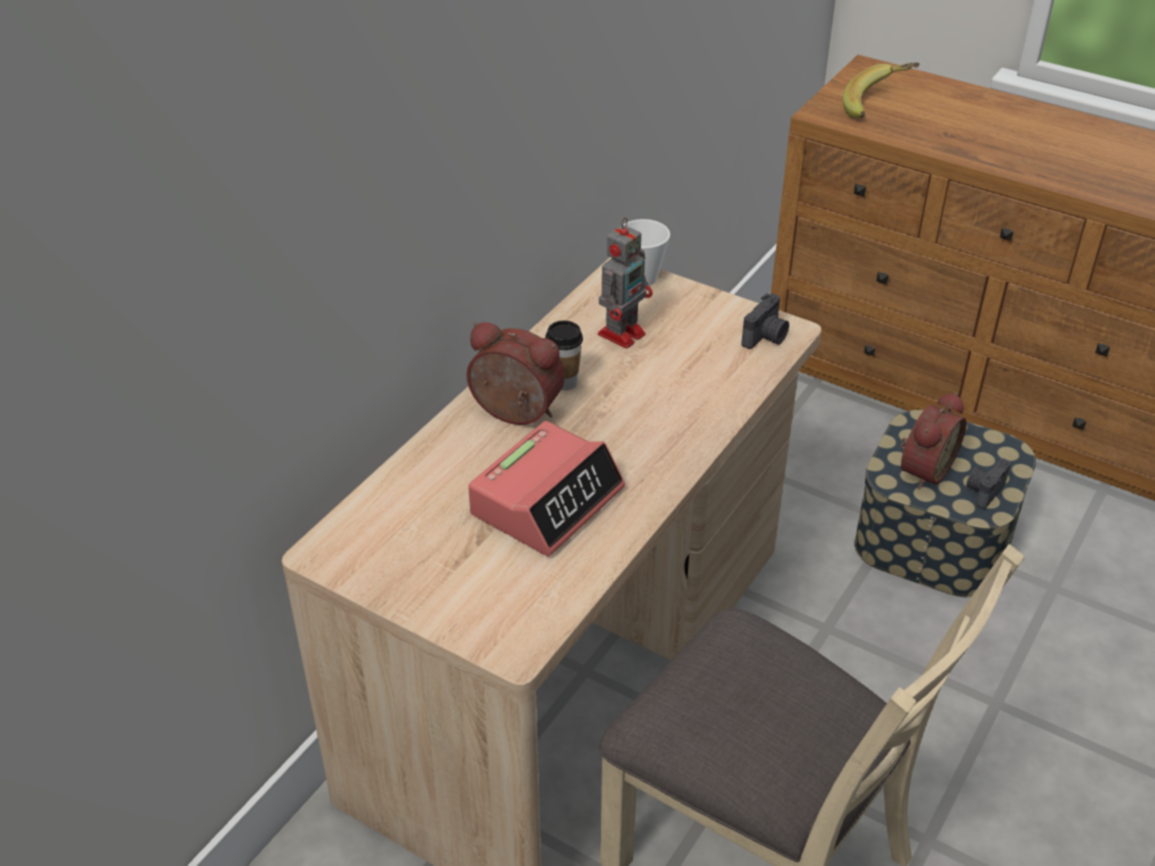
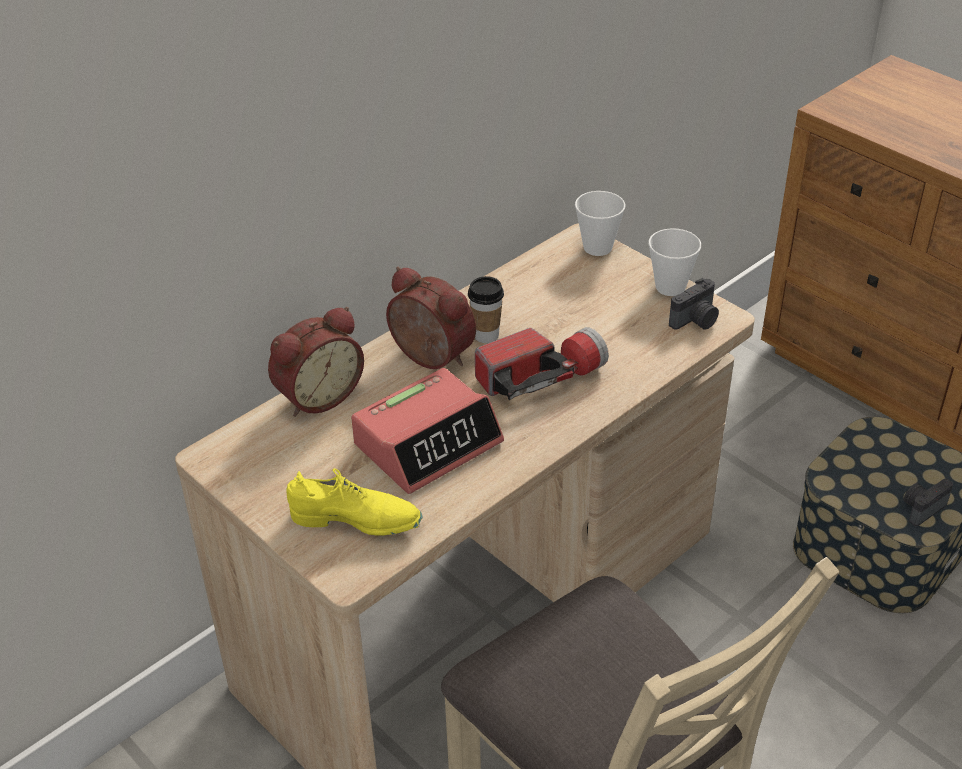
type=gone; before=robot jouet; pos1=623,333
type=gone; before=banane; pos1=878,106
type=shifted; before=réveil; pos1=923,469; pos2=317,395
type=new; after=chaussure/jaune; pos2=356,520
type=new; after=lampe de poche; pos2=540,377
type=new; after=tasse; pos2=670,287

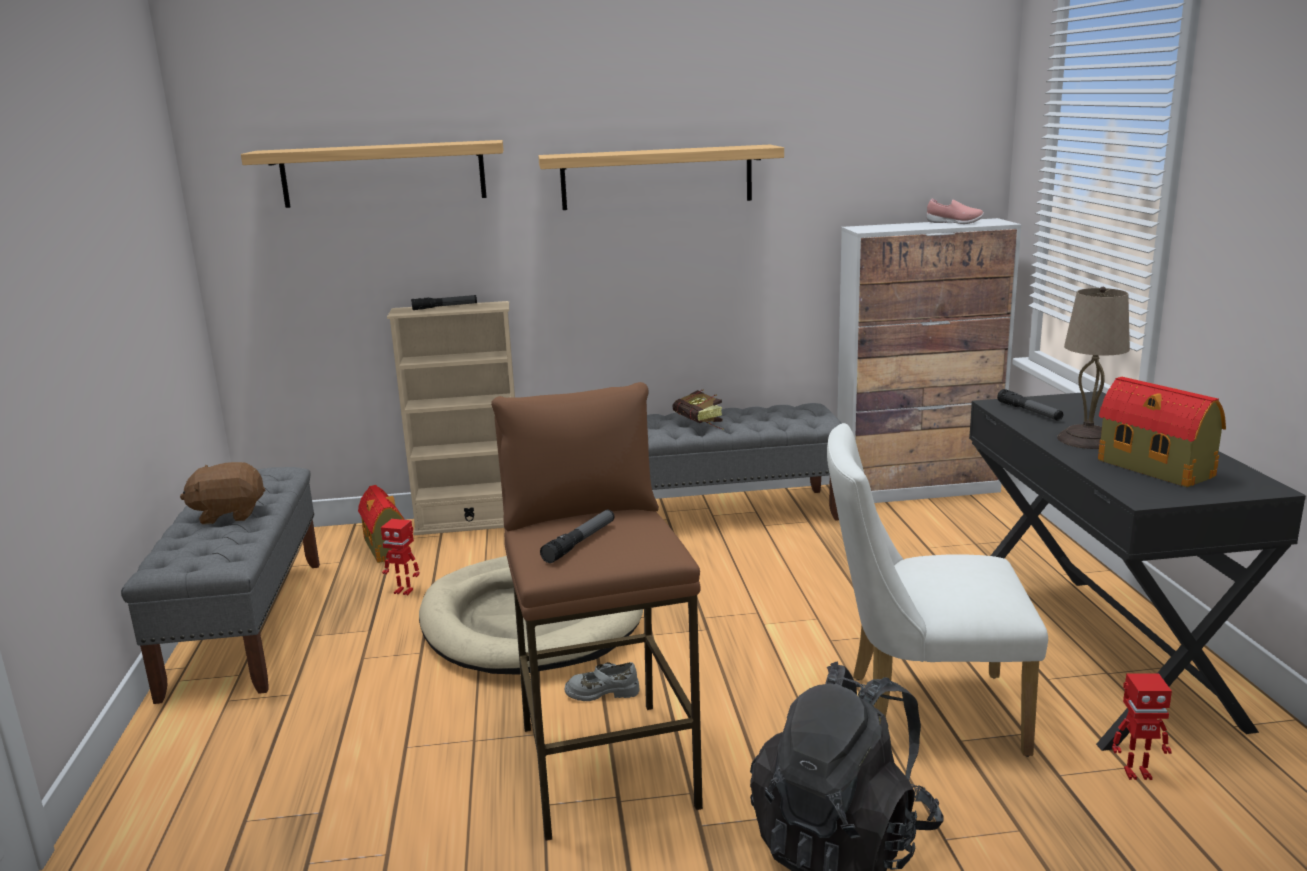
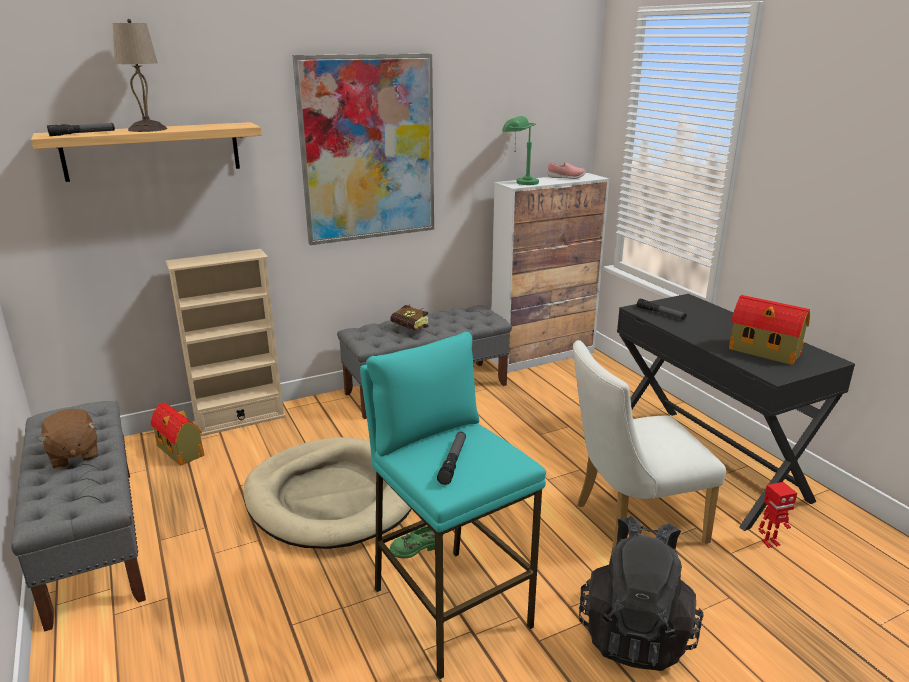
type=rotated; before=peluche/marron; pos1=229,514; pos2=73,455; turn=-90
type=gone; before=robot jouet; pos1=404,591
type=shifted; before=lampe de poche; pos1=445,307; pos2=83,134
type=repainted; before=tabouret/marron; after=tabouret/turquoise; pos1=606,765; pos2=450,607
type=swapped; before=étagère; after=tableau; pos1=656,177; pos2=368,149
type=repainted; before=chaussure/gris; after=chaussure/vert; pos1=602,691; pos2=416,547
type=shifted; before=lampe de table/beige; pos1=1087,439; pos2=148,129
type=new; after=lampe de table/vert; pos2=519,182

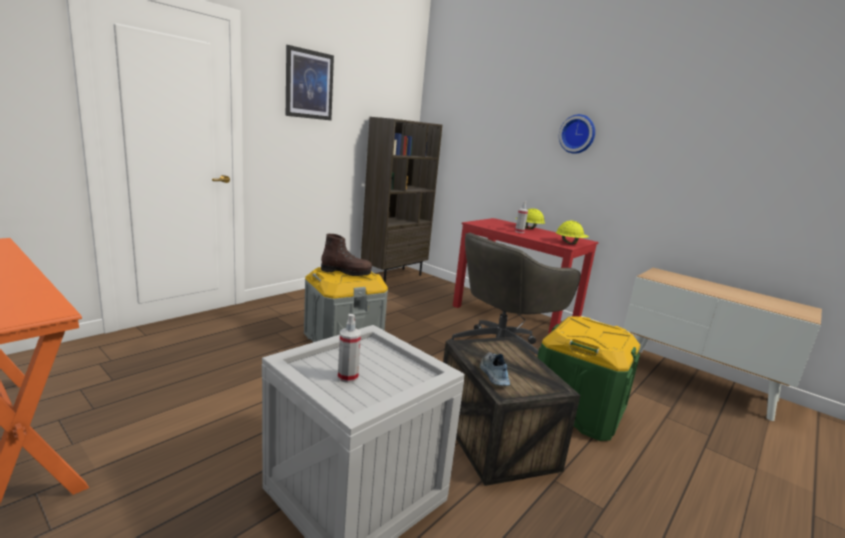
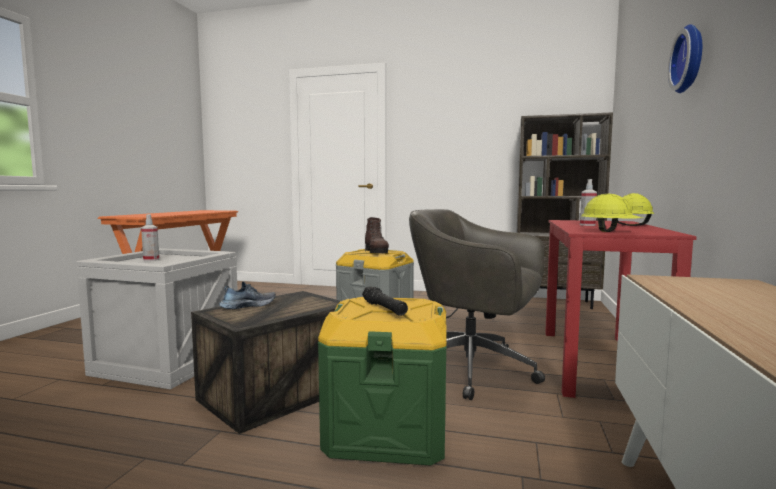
type=gone; before=tableau; pos1=309,84
type=new; after=lampe de poche/noir; pos2=384,308

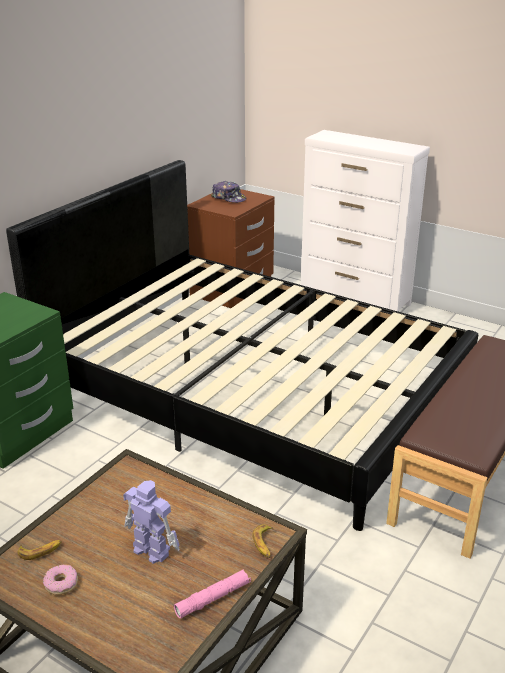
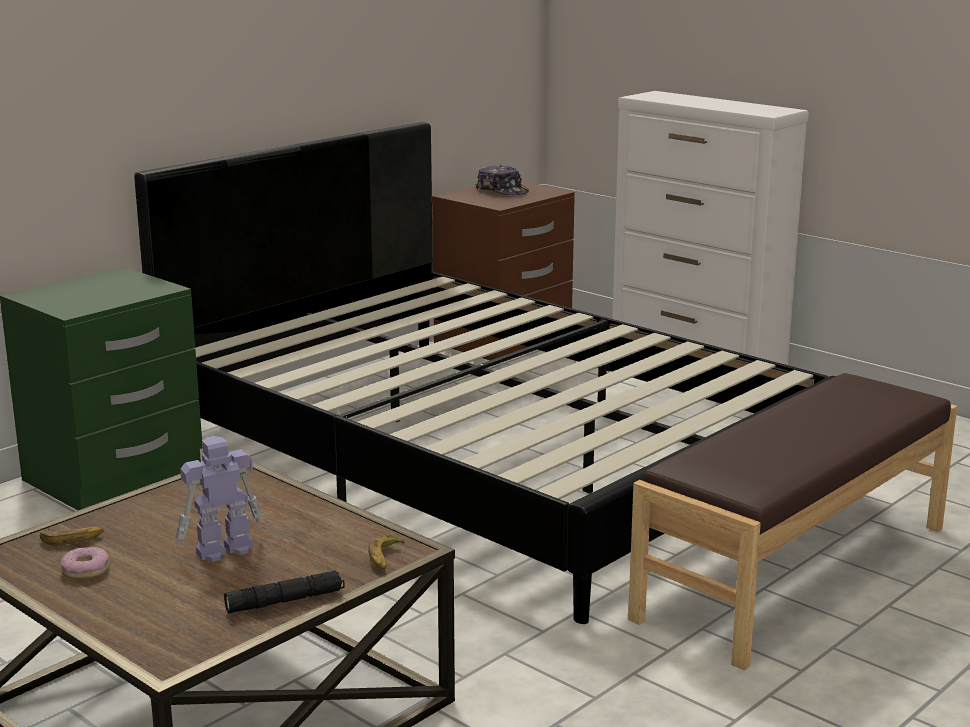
type=rotated; before=robot jouet; pos1=150,549; pos2=222,550; turn=-75
type=repainted; before=lampe de poche/rose; after=lampe de poche/noir; pos1=213,598; pos2=285,601

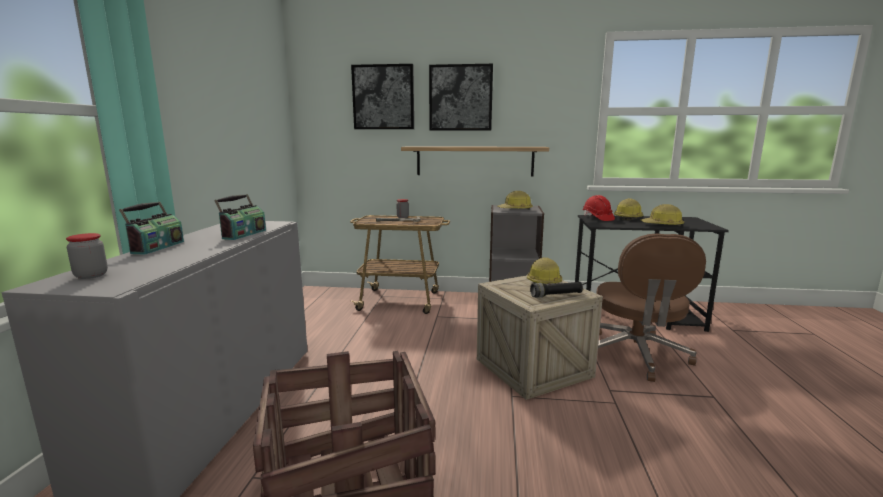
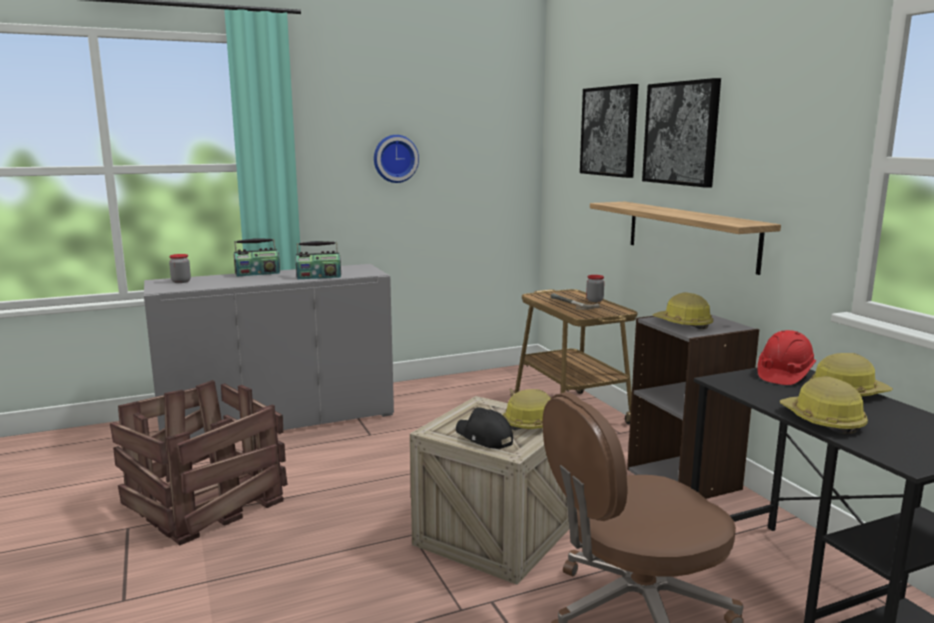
type=swapped; before=lampe de poche/noir; after=casquette/noir; pos1=556,295; pos2=483,437
type=new; after=horloge murale; pos2=395,158

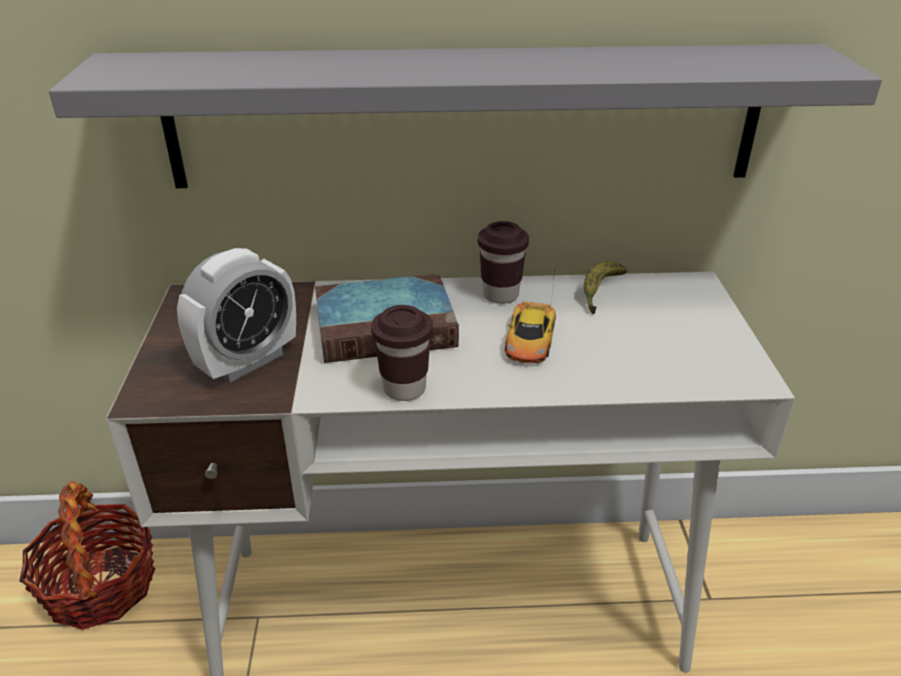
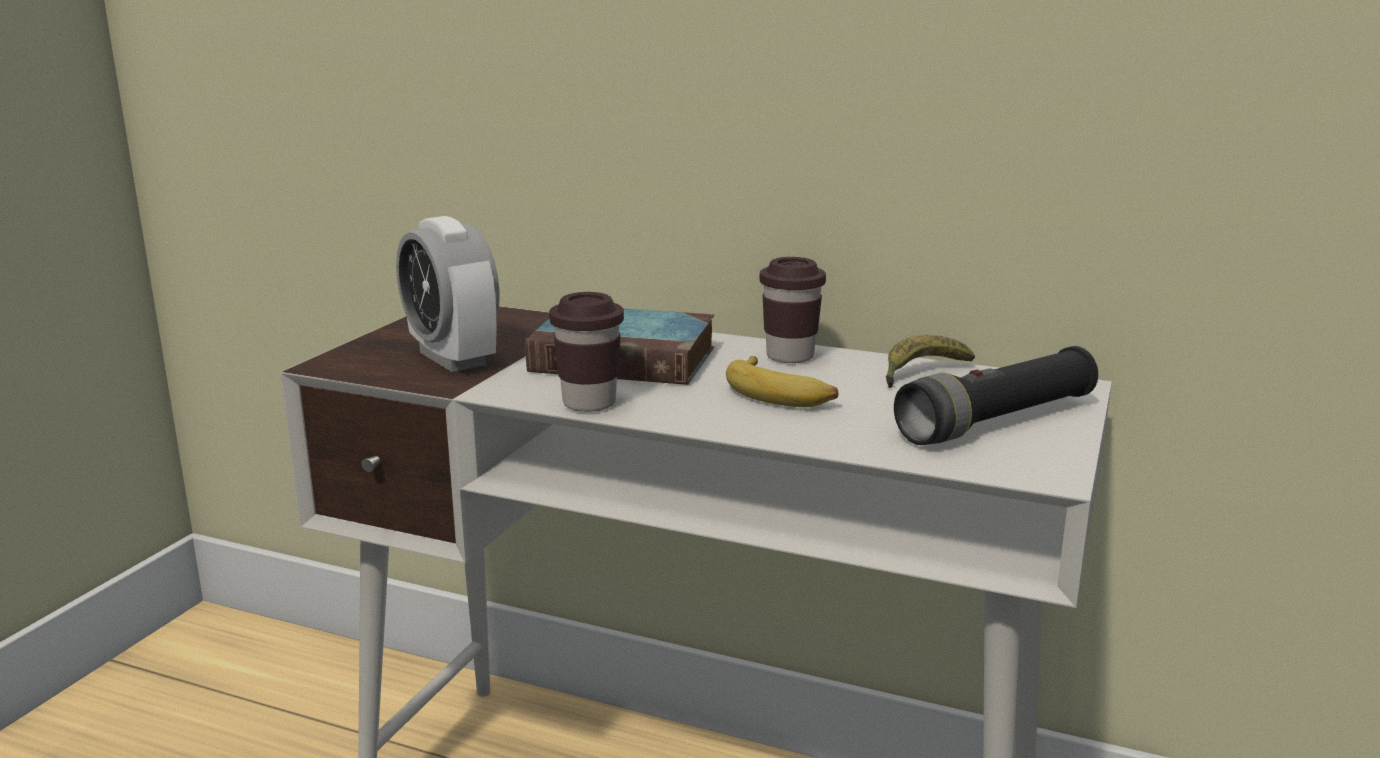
type=gone; before=panier; pos1=101,586
type=gone; before=étagère/gris; pos1=464,117
type=rotated; before=réveil; pos1=247,361; pos2=453,358; turn=75
type=swapped; before=petite voiture; after=banane; pos1=529,340; pos2=781,394
type=new; after=lampe de poche/noir; pos2=997,421

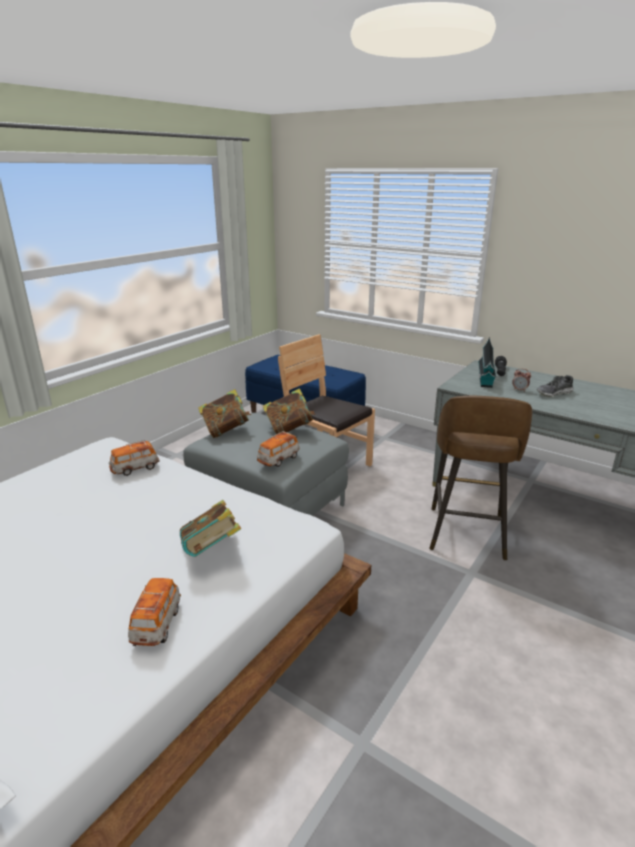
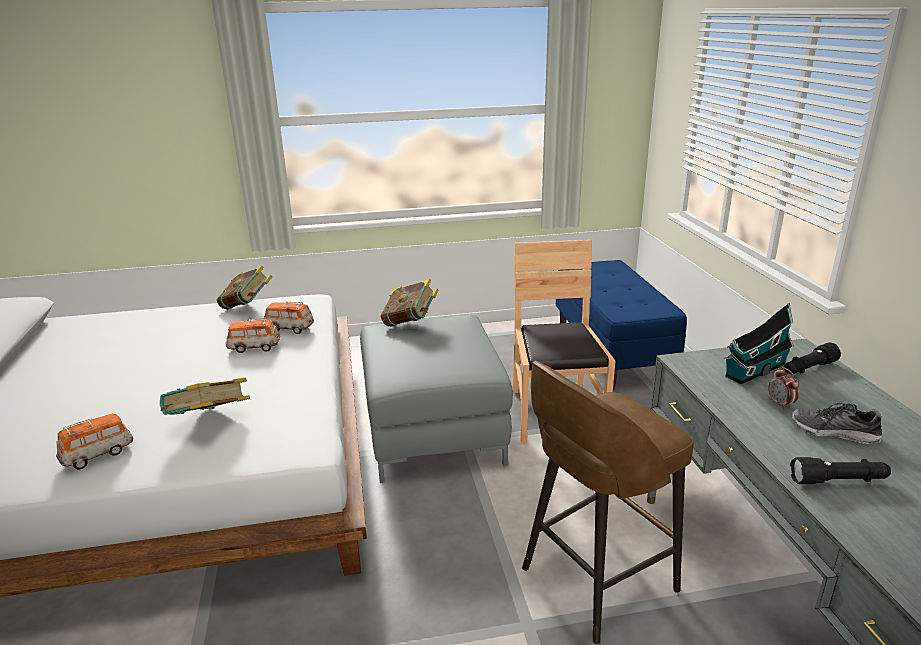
type=shifted; before=petite voiture; pos1=278,459; pos2=254,347
type=shifted; before=livre; pos1=289,429; pos2=247,307
type=new; after=lampe de poche/noir; pos2=838,481

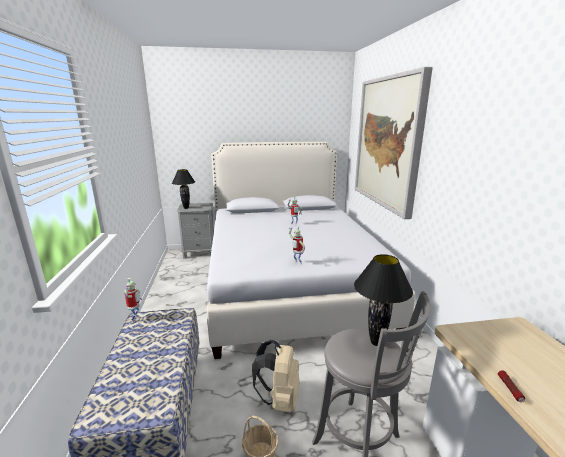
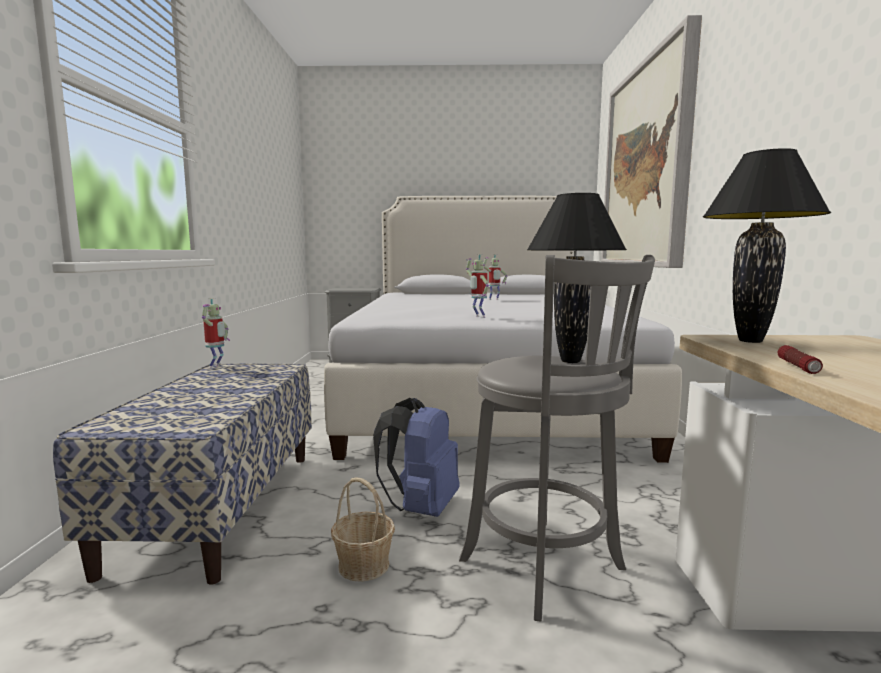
type=shifted; before=lampe de table/noir; pos1=186,208; pos2=750,341
type=repainted; before=sac à dos/beige; after=sac à dos/bleu; pos1=279,399; pos2=421,508

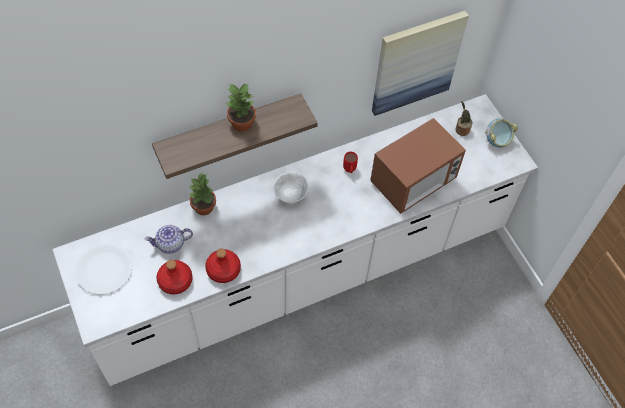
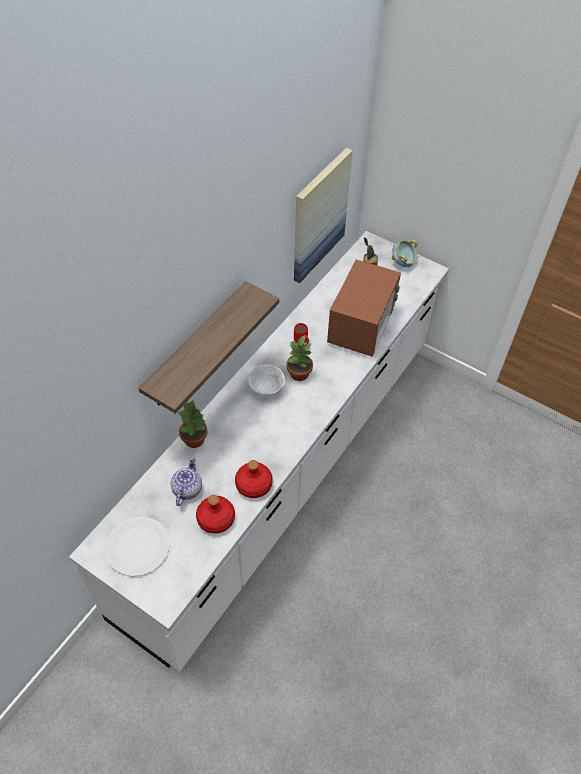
type=rotated; before=théière; pos1=170,244; pos2=187,489; turn=150
type=shifted; before=plante en pot; pos1=241,123; pos2=298,374

